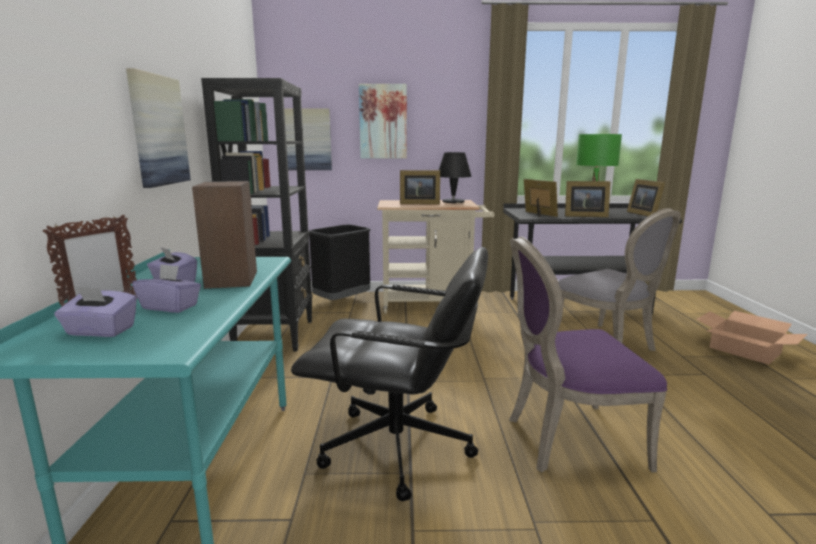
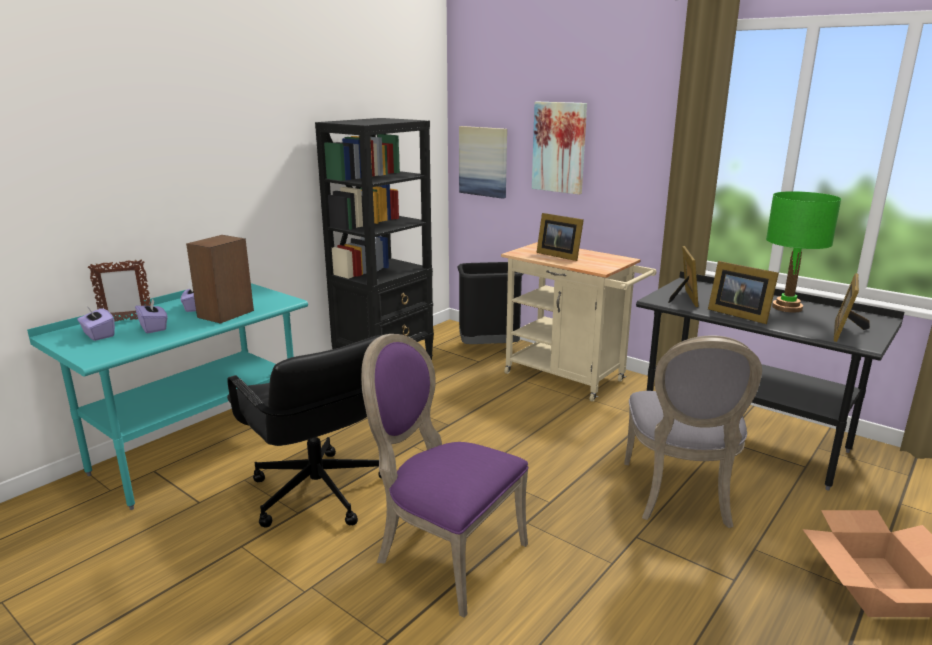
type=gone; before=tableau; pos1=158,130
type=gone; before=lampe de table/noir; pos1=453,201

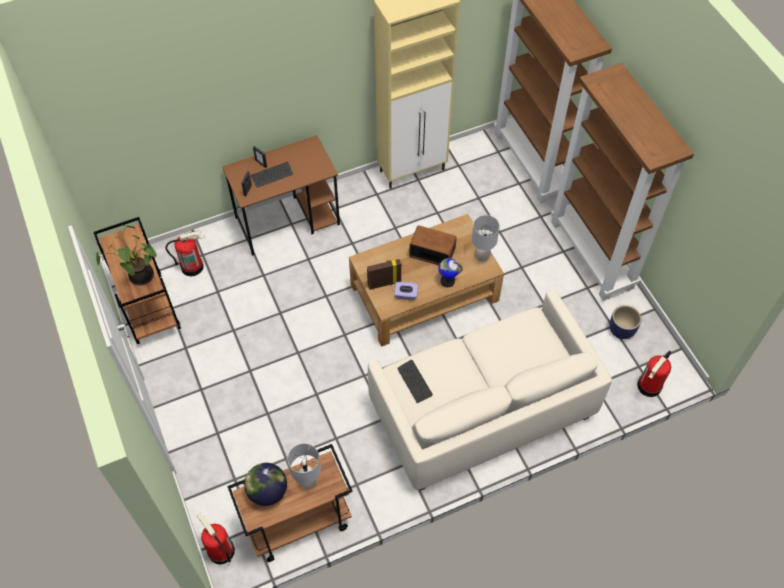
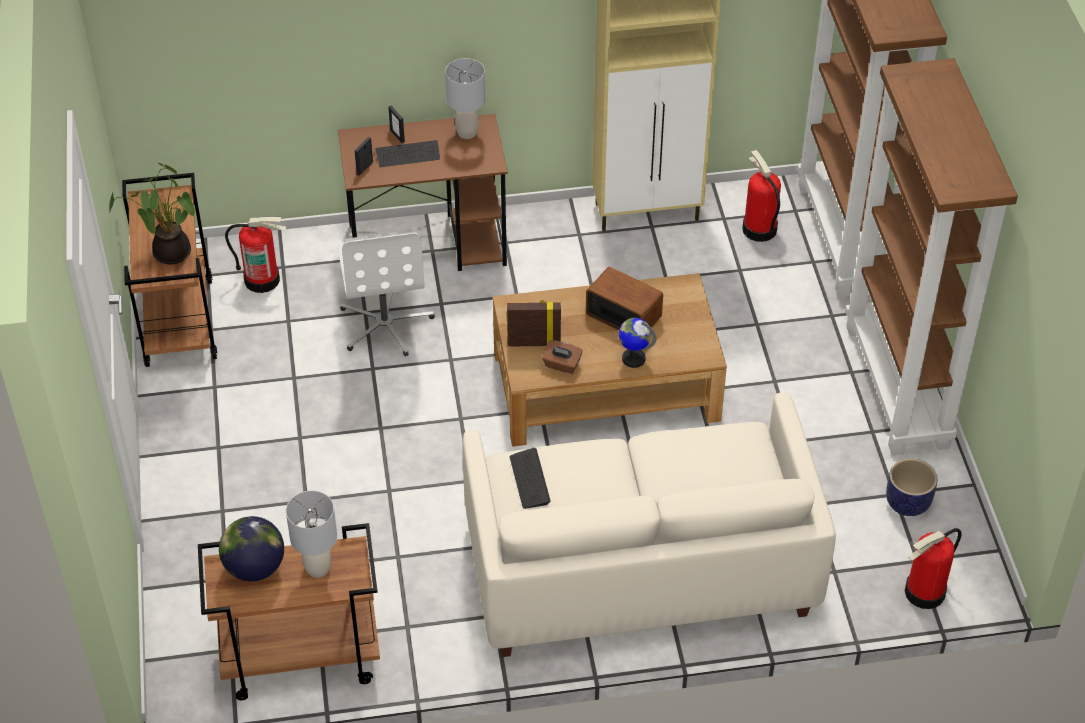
type=shifted; before=extincteur; pos1=220,551; pos2=758,229
type=repainted; before=boîte à mouchoirs/violet; after=boîte à mouchoirs/marron; pos1=406,295; pos2=561,365
type=shifted; before=lampe de table/gris; pos1=482,256; pos2=467,133
type=new; after=chaise de bureau/blanc; pos2=385,324

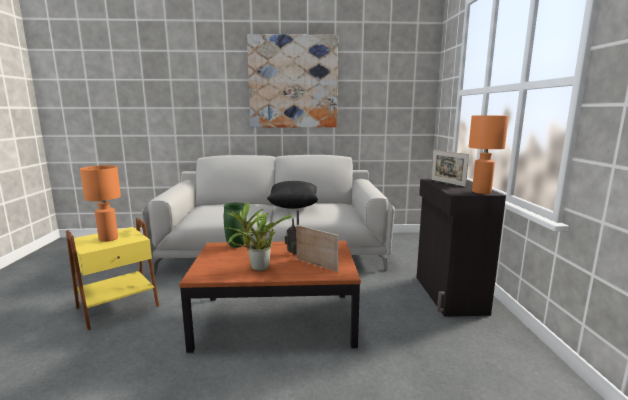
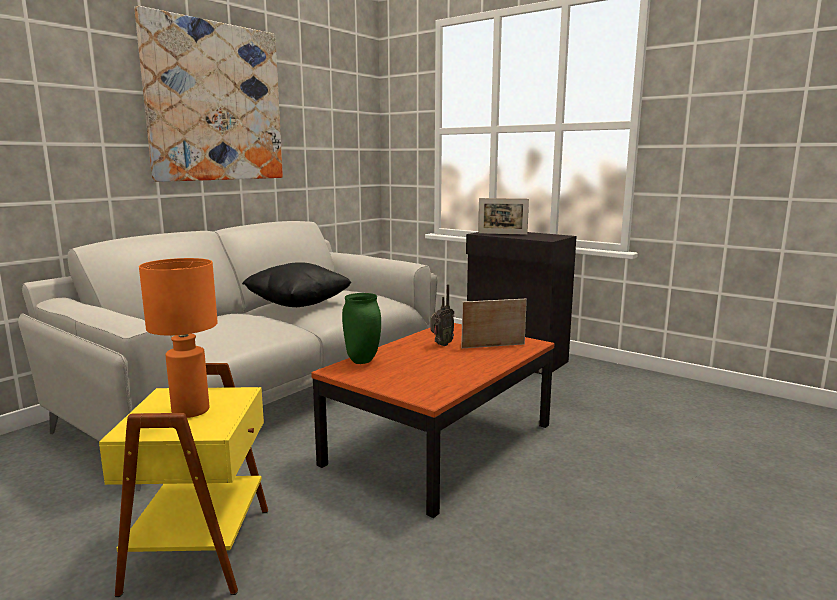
type=gone; before=plante en pot; pos1=257,268
type=gone; before=lampe de table/orange; pos1=481,192

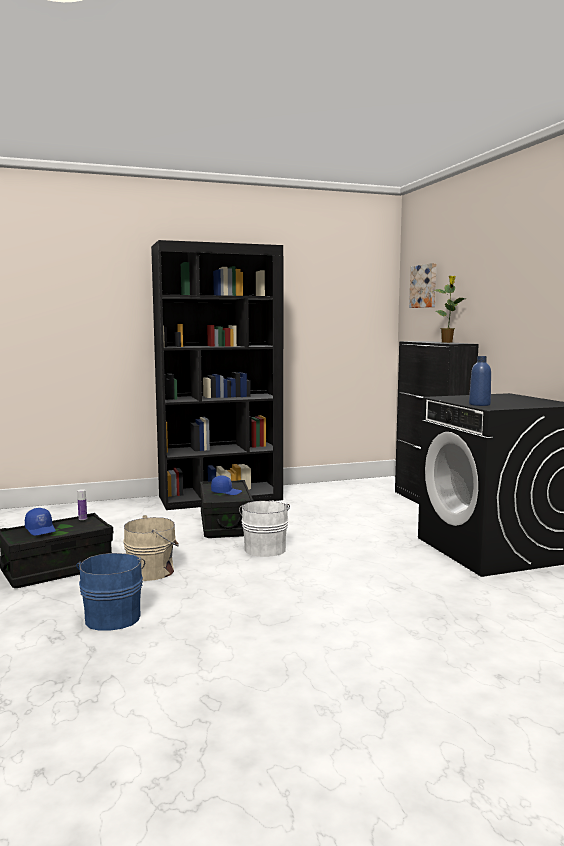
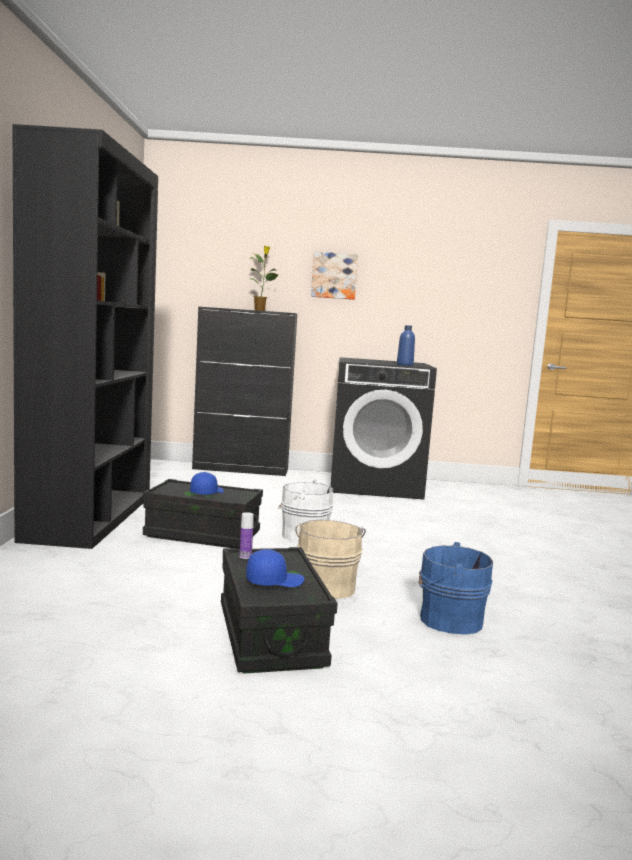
type=shifted; before=tableau; pos1=424,286; pos2=334,275

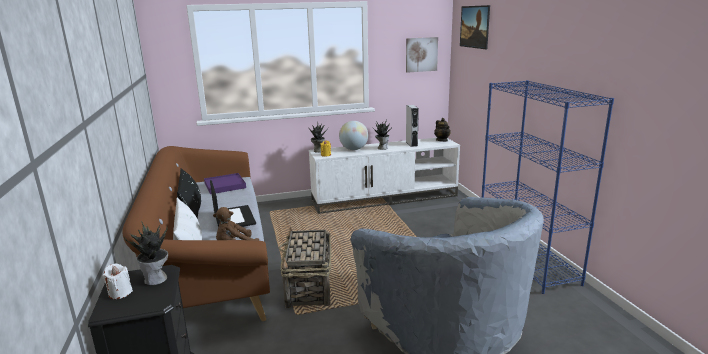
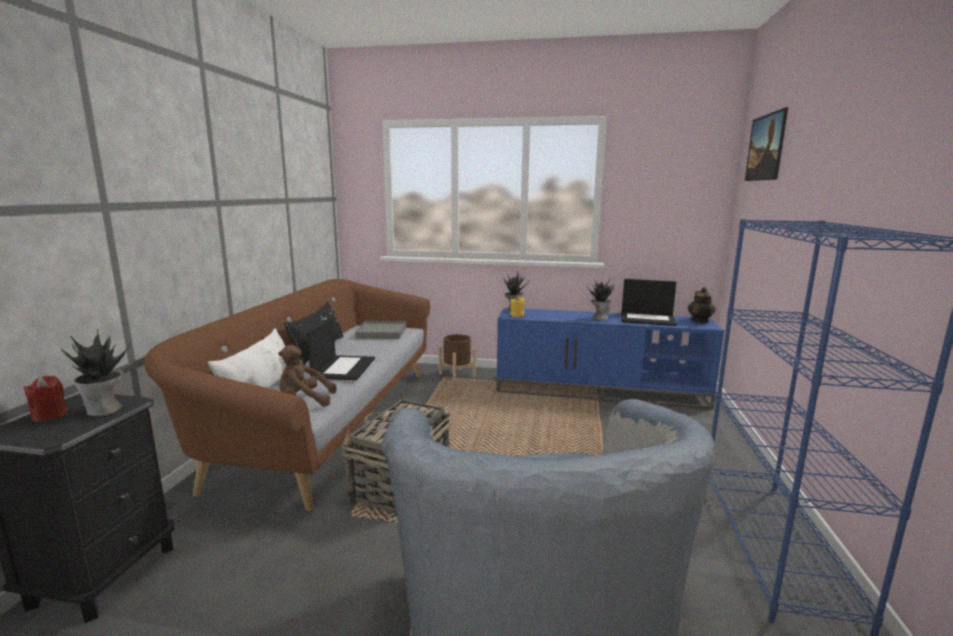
type=repainted; before=bougie/blanc; after=bougie/rouge; pos1=120,293; pos2=49,415
type=repainted; before=plateau/violet; after=plateau/gris; pos1=225,185; pos2=381,332
type=repainted; before=meuble télé/blanc; after=meuble télé/bleu; pos1=385,198; pos2=600,391
type=gone; before=globe; pos1=354,149
type=gone; before=tableau; pos1=421,54
type=swapped; before=enceinte/gris; after=ordinateur portable; pos1=411,144; pos2=648,319
type=new; after=cache-pot/marron; pos2=457,375

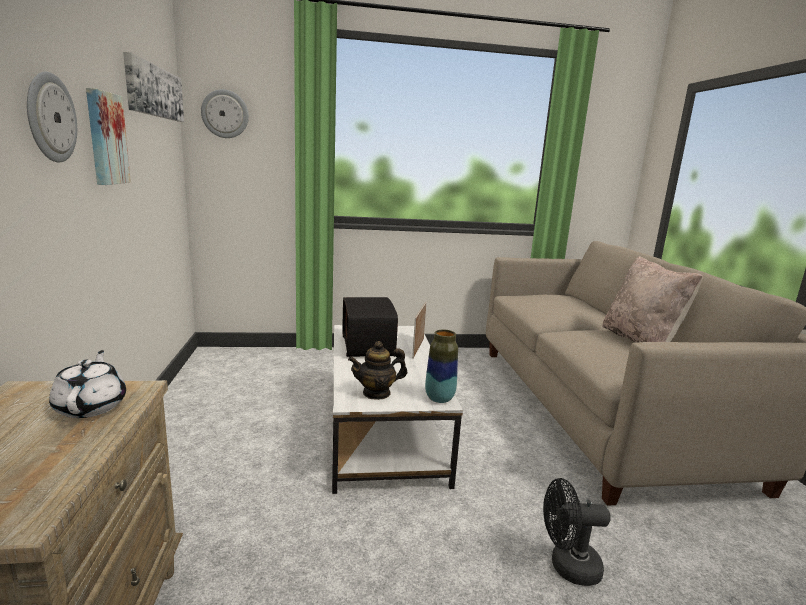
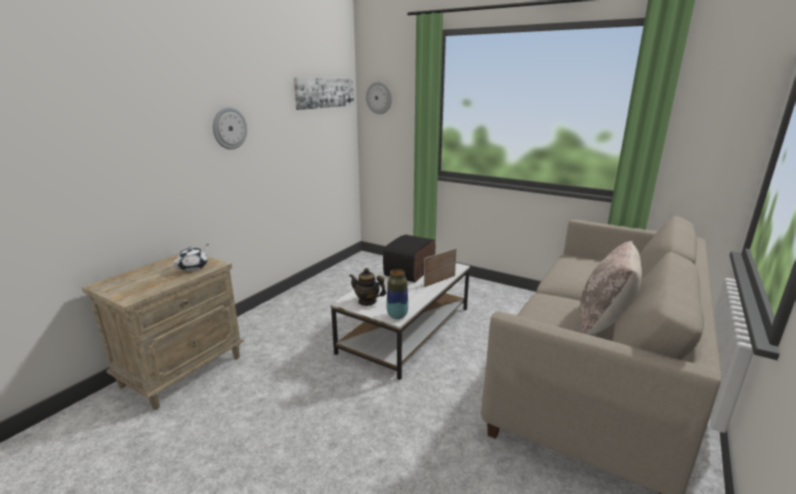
type=gone; before=tableau; pos1=105,138
type=gone; before=ventilateur/noir; pos1=567,566

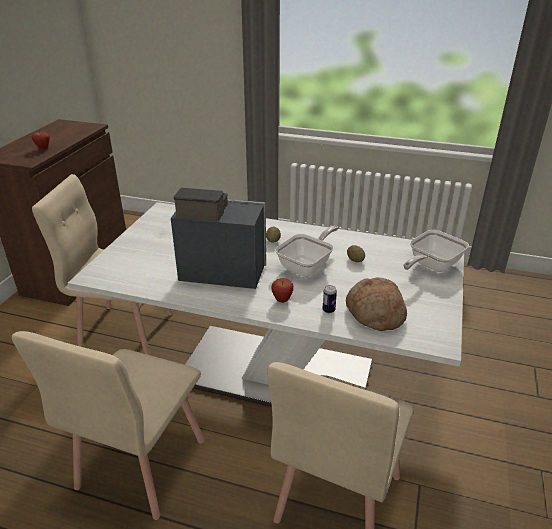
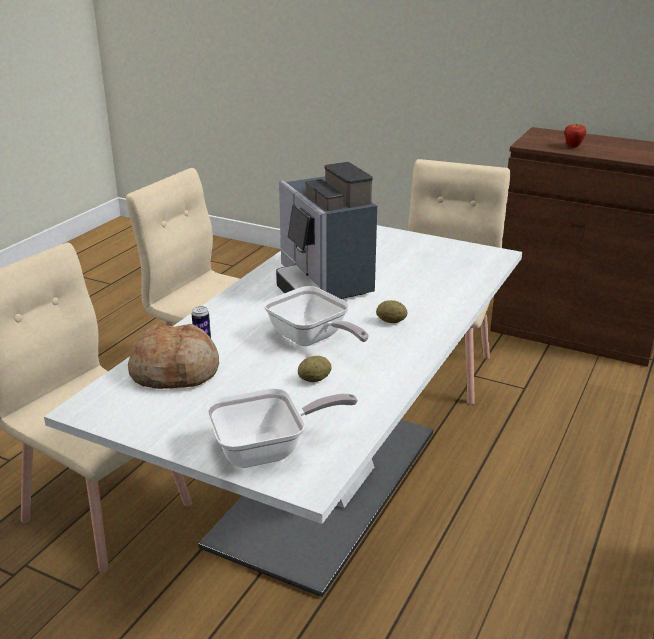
type=rotated; before=machine à café; pos1=220,271; pos2=321,284; turn=135
type=gone; before=pomme; pos1=282,300
type=rotated; before=poêle; pos1=431,266; pos2=268,450; turn=105

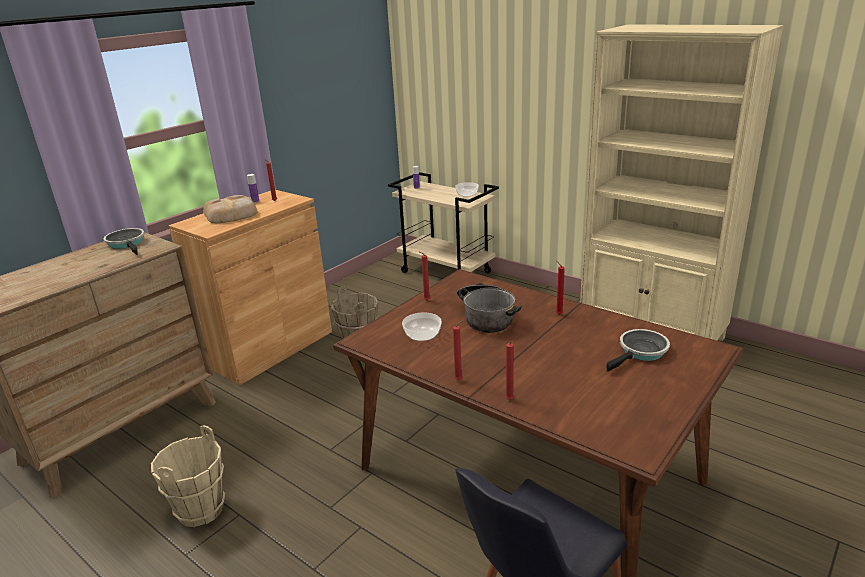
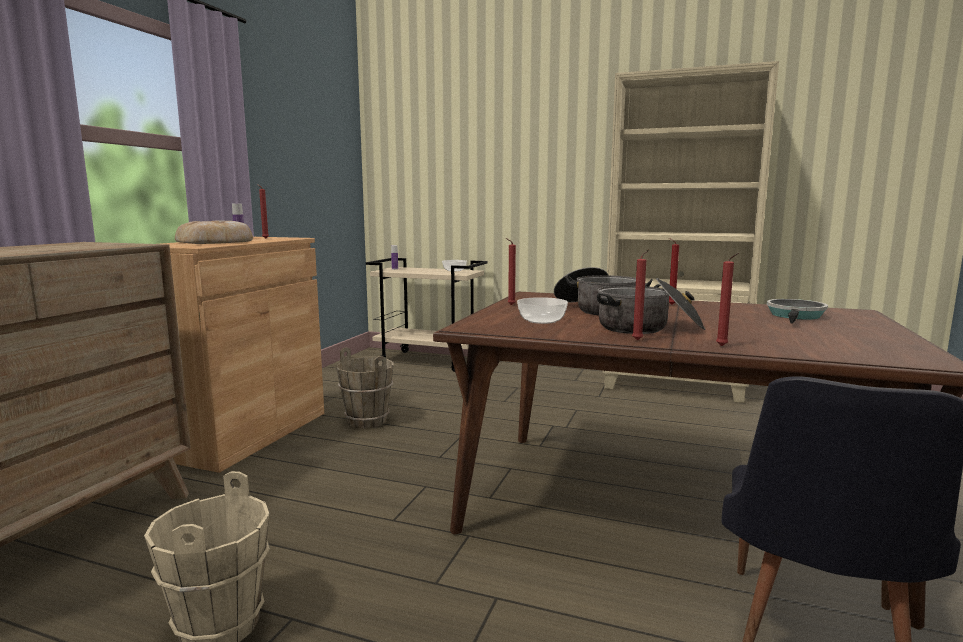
type=gone; before=poêle; pos1=127,244
type=new; after=marmite; pos2=649,328

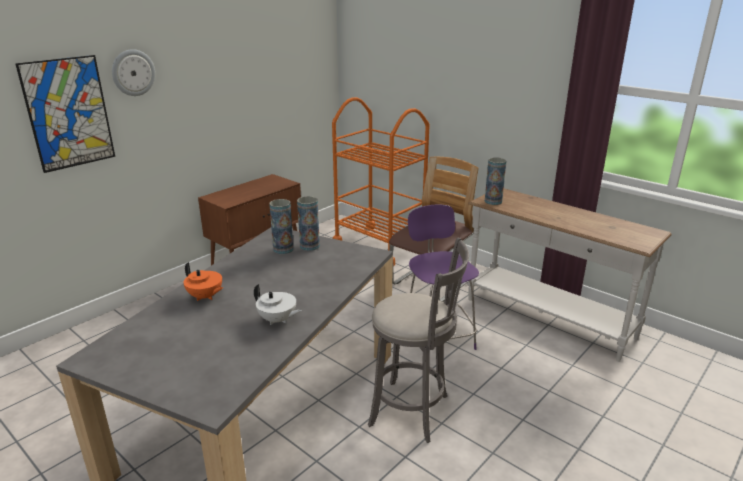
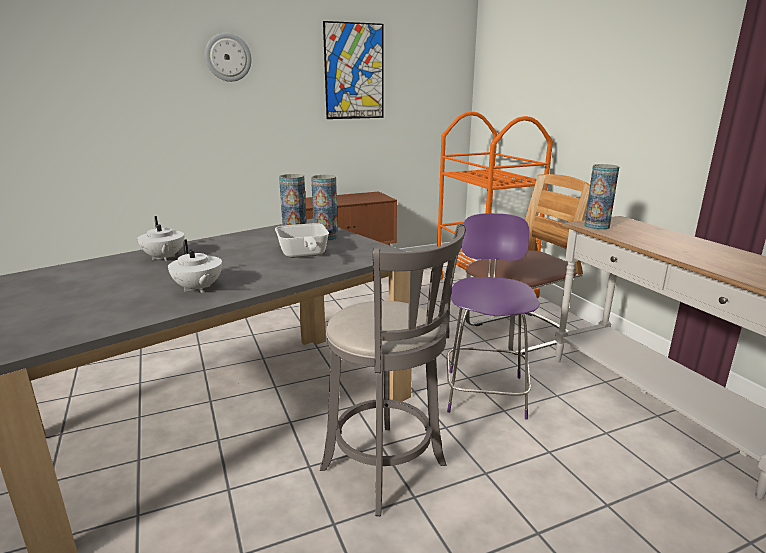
type=shifted; before=tableau; pos1=68,113; pos2=354,71
type=repainted; before=théière/orange; after=théière/blanc; pos1=205,297; pos2=164,258
type=new; after=poêle; pos2=303,255

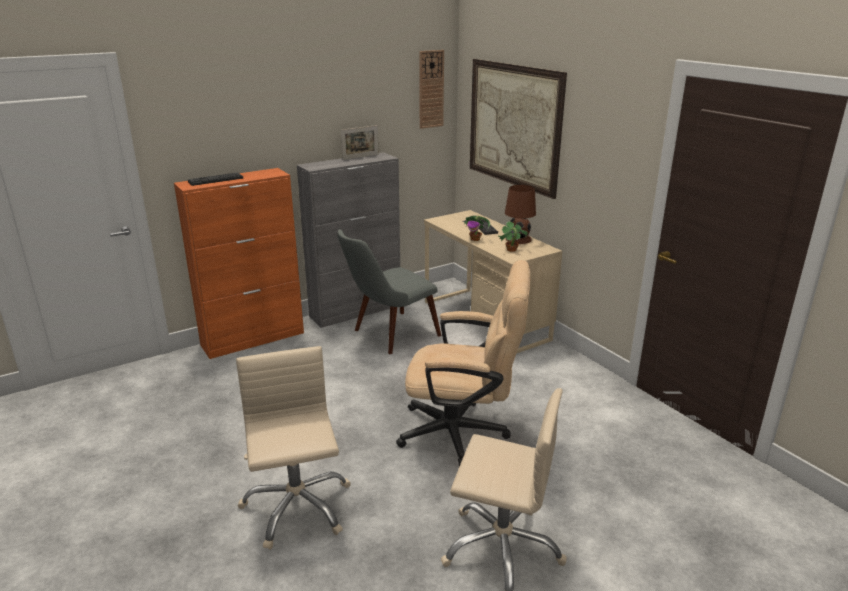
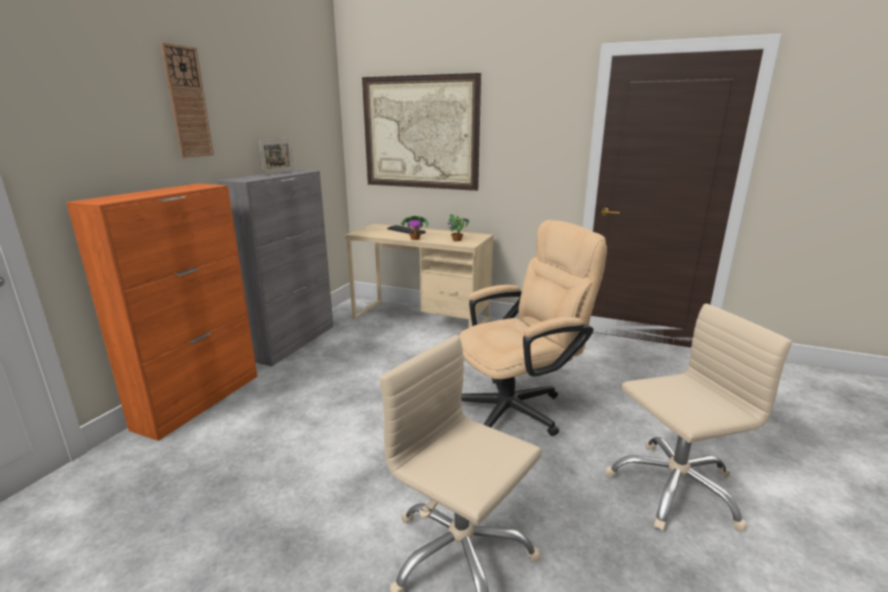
type=gone; before=clavier; pos1=216,180
type=gone; before=chaise/gris; pos1=388,336
type=shifted; before=horloge murale; pos1=431,89; pos2=187,102
type=gone; before=lampe de table/marron; pos1=518,239

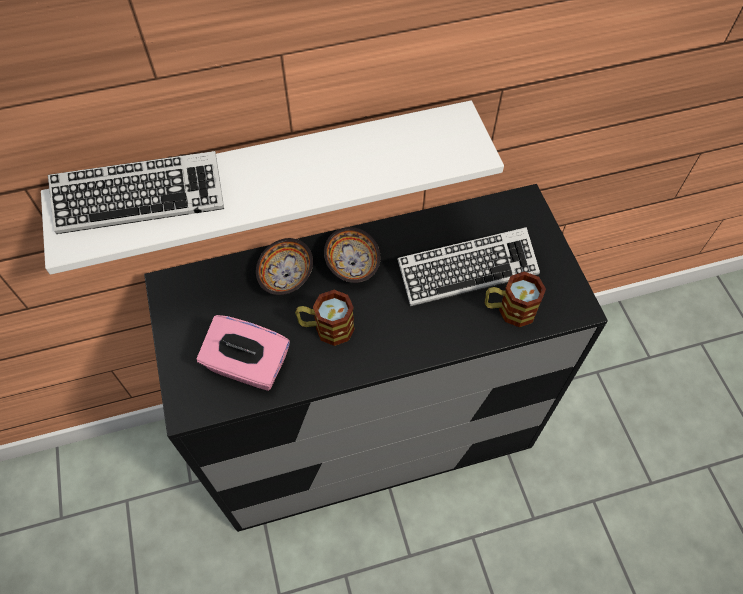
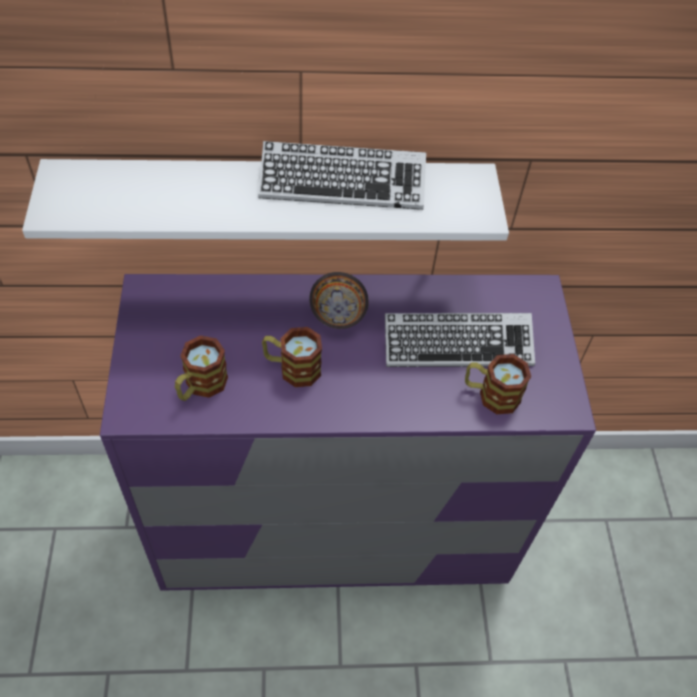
type=shifted; before=clavier; pos1=140,199; pos2=342,183
type=repainted; before=commode/noir; after=commode/violet; pos1=371,432; pos2=334,522
type=swapped; before=boîte à mouchoirs/rose; after=mug; pos1=248,366; pos2=200,386
type=gone; before=bol; pos1=288,275

